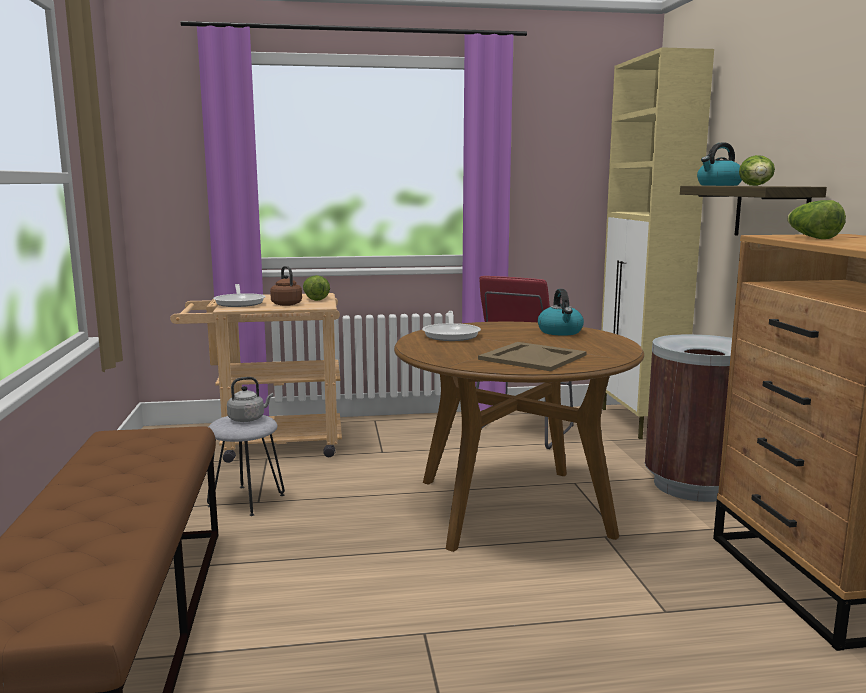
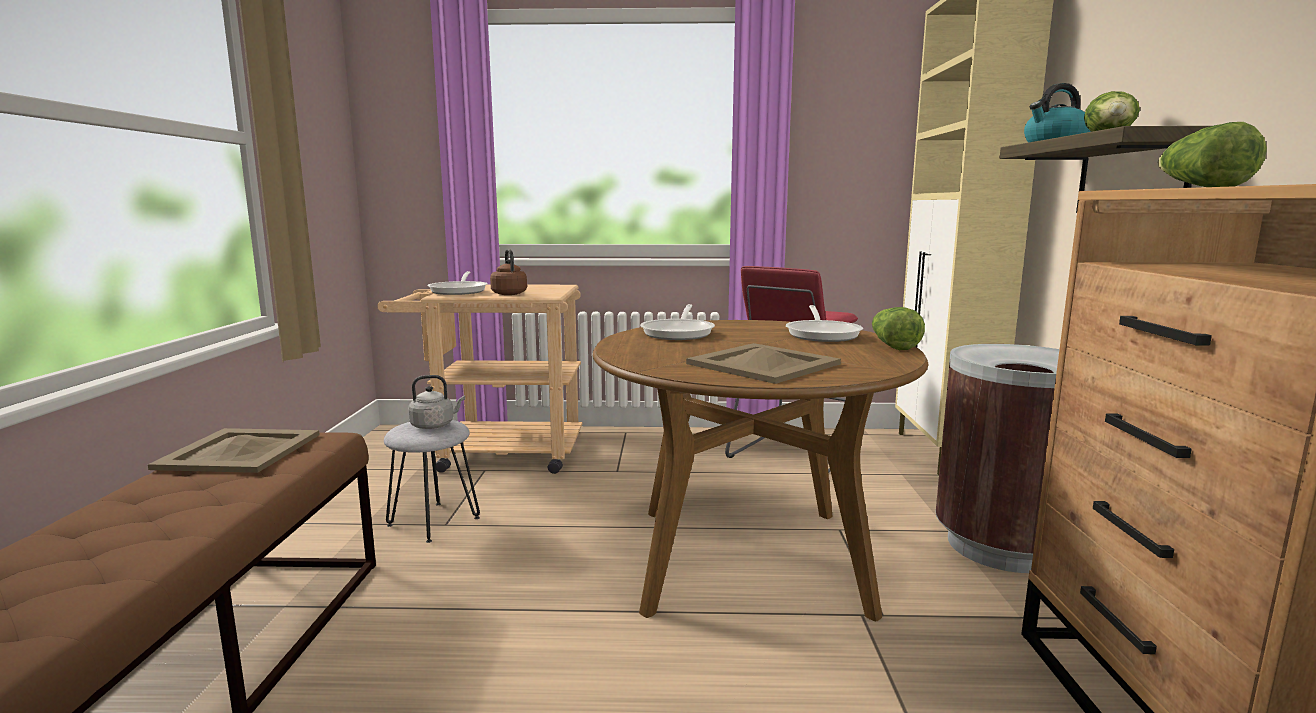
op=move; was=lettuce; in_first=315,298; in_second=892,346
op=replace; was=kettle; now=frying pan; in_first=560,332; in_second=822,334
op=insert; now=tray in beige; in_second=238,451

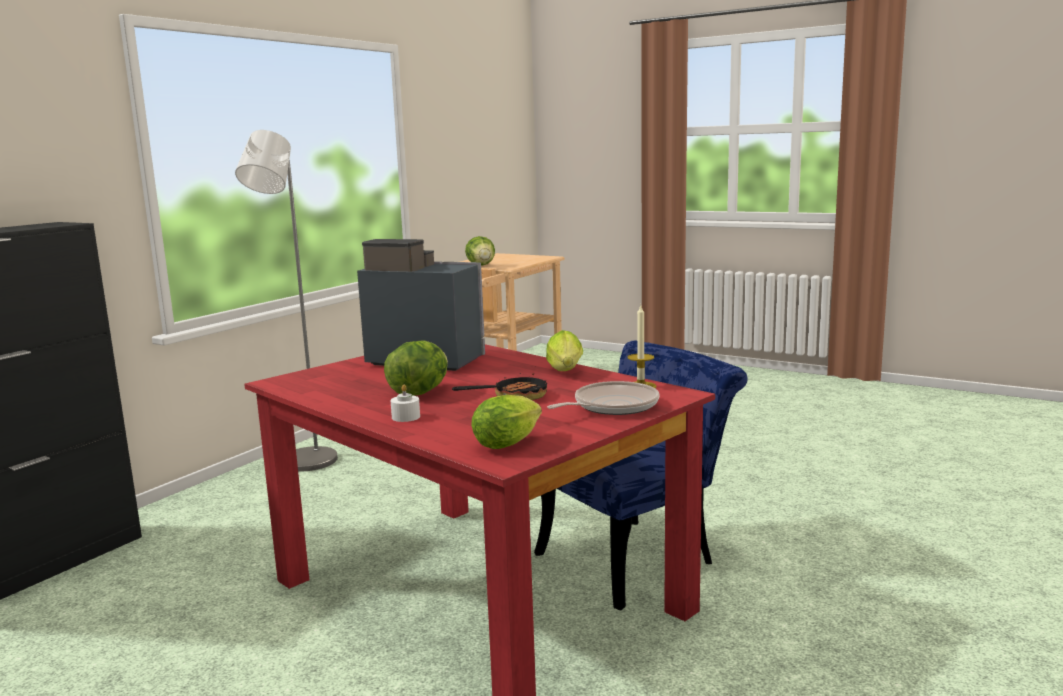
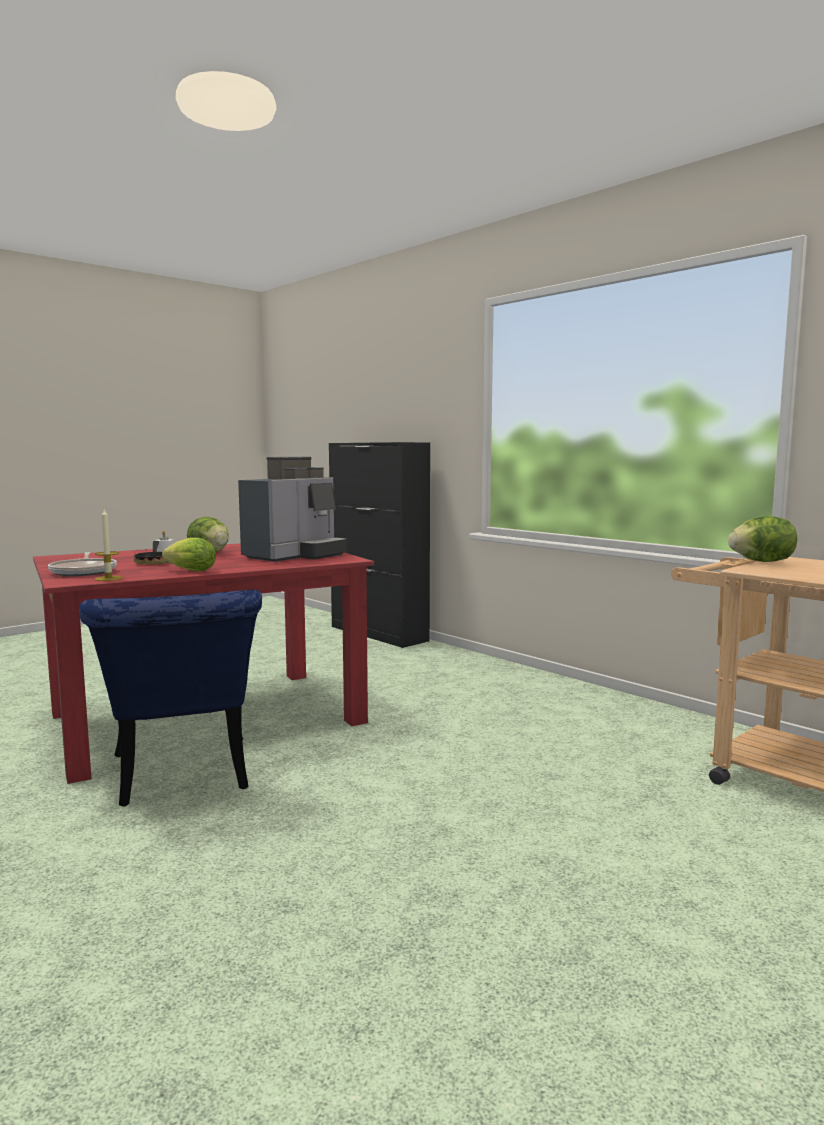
op=delete; was=floor lamp in grey; in_first=303,465
op=delete; was=lettuce; in_first=510,442

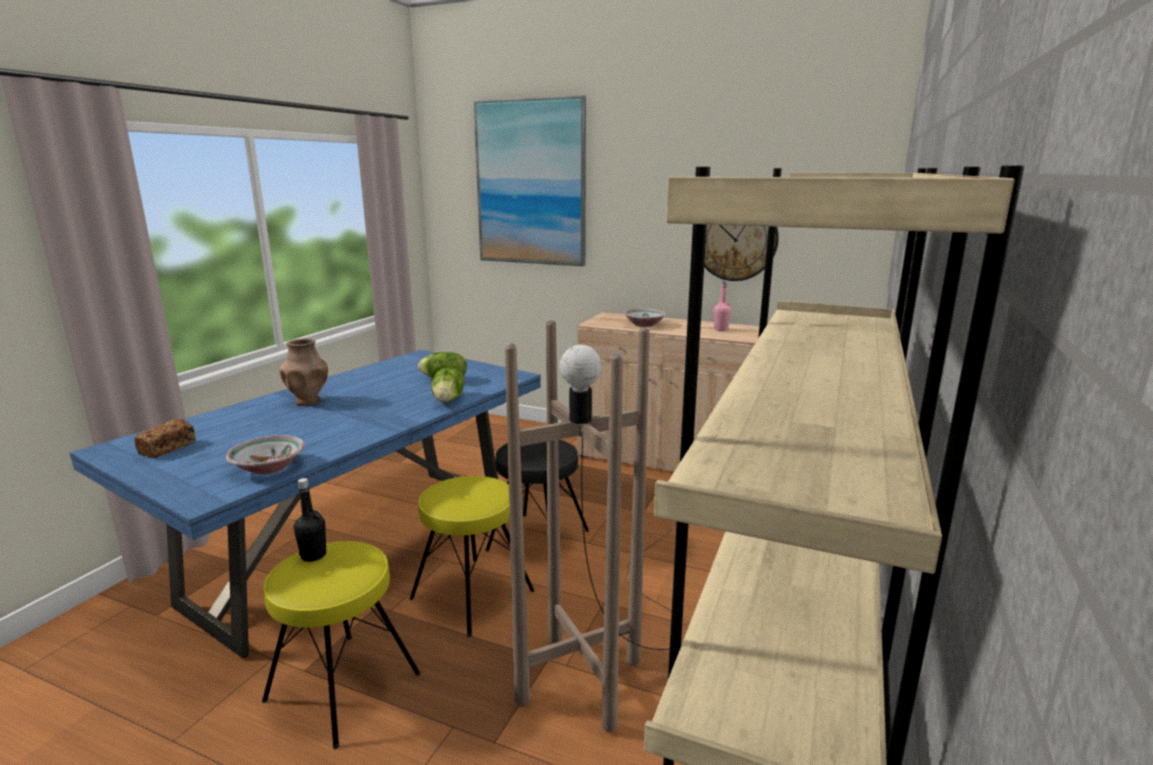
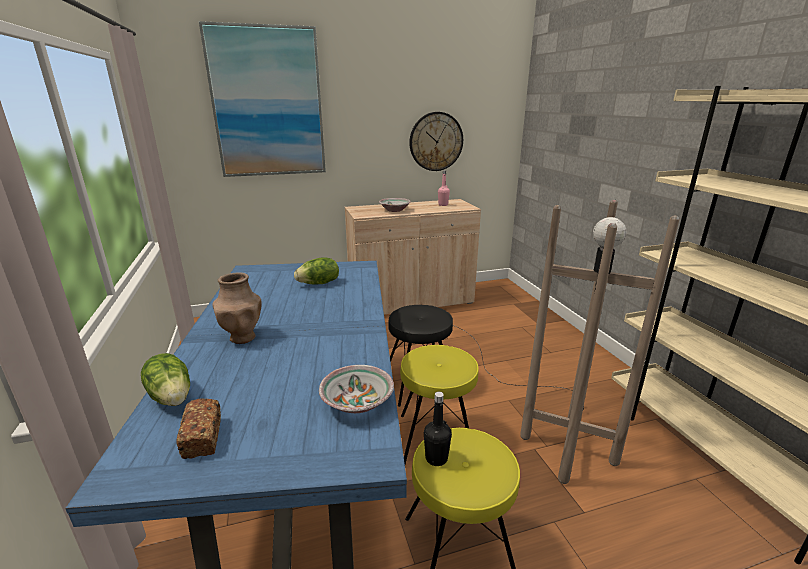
op=move; was=lettuce; in_first=449,400; in_second=172,396

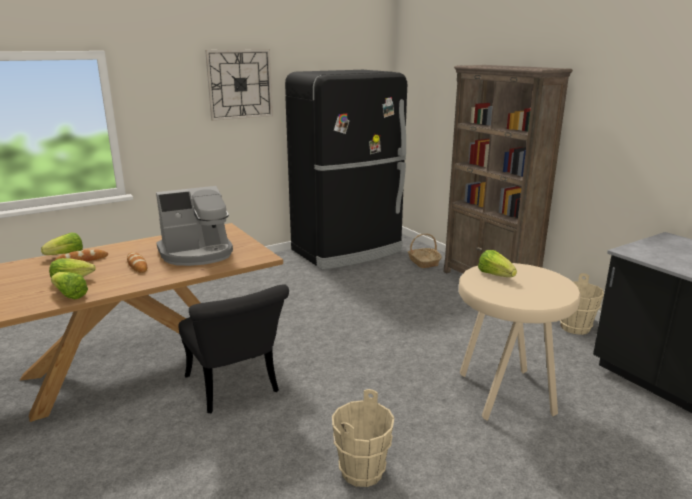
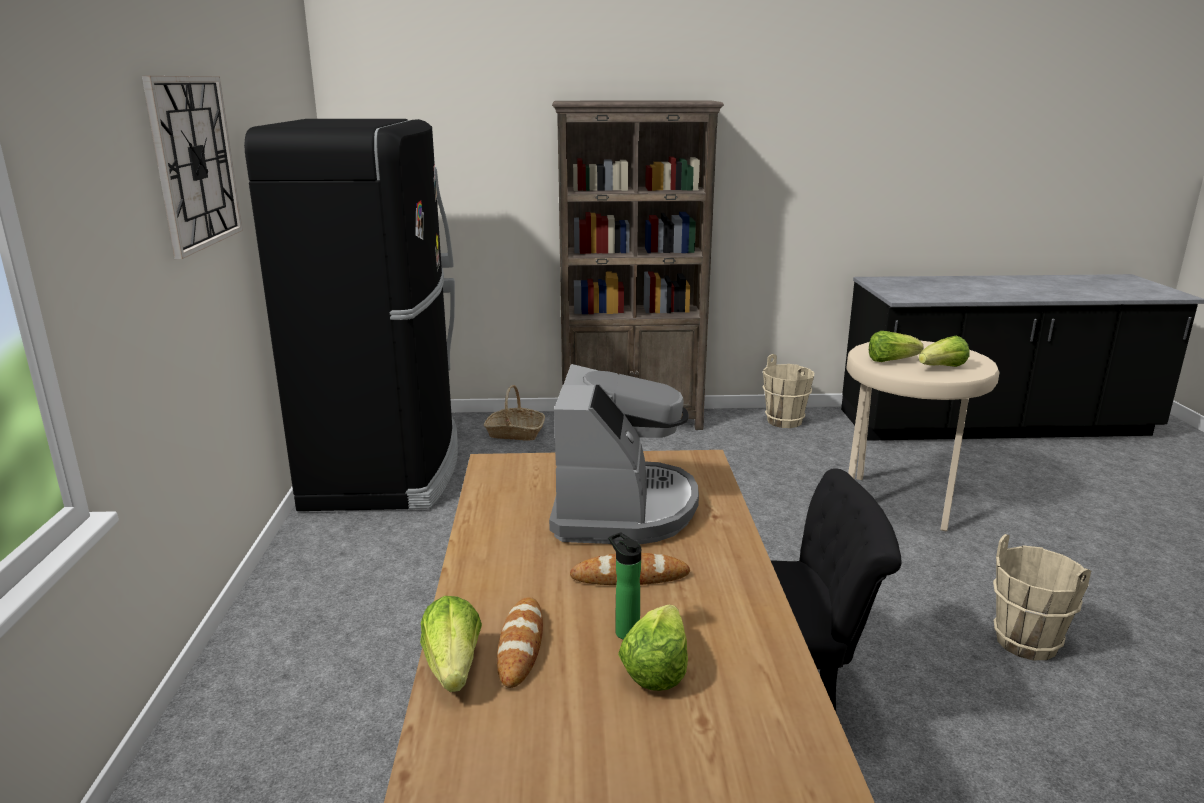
op=move; was=lettuce; in_first=69,295; in_second=943,368
op=insert; now=bottle; in_second=624,631

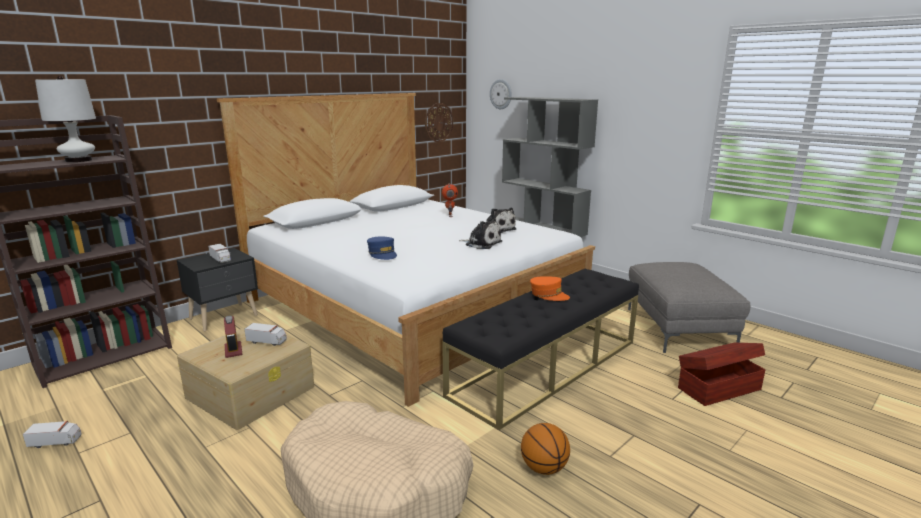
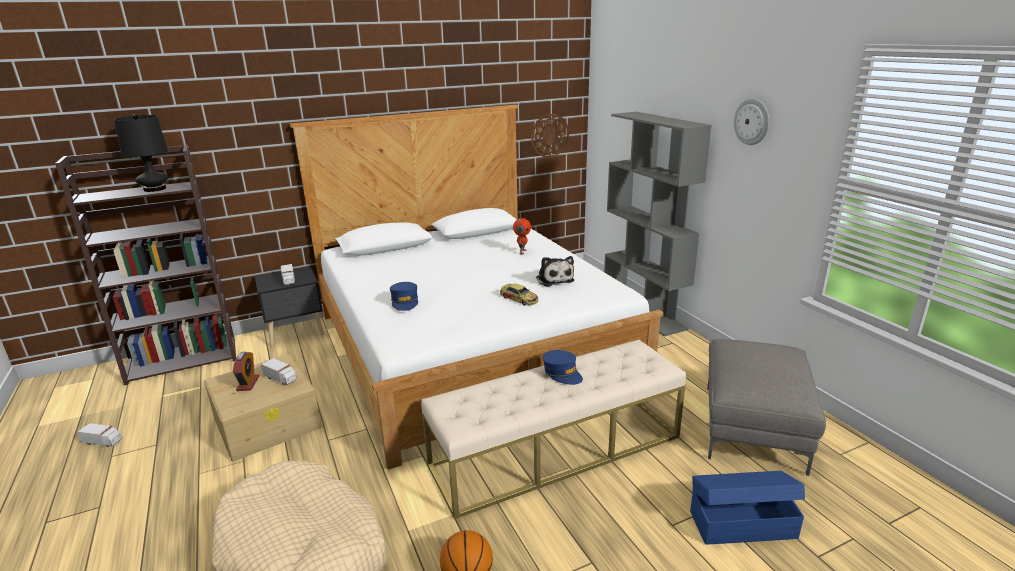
op=recolor; was=table lamp in white; now=table lamp in black; in_first=78,160; in_second=155,189
op=recolor; was=bench in black; now=bench in beige; in_first=546,367; in_second=556,450
op=replace; was=plush toy; now=toy car; in_first=482,243; in_second=519,298
op=move; was=wall clock; in_first=501,94; in_second=752,121
op=recolor; was=cap in orange; now=cap in blue; in_first=549,295; in_second=562,373
op=recolor; was=storage box in brown; now=storage box in blue; in_first=717,388; in_second=741,523

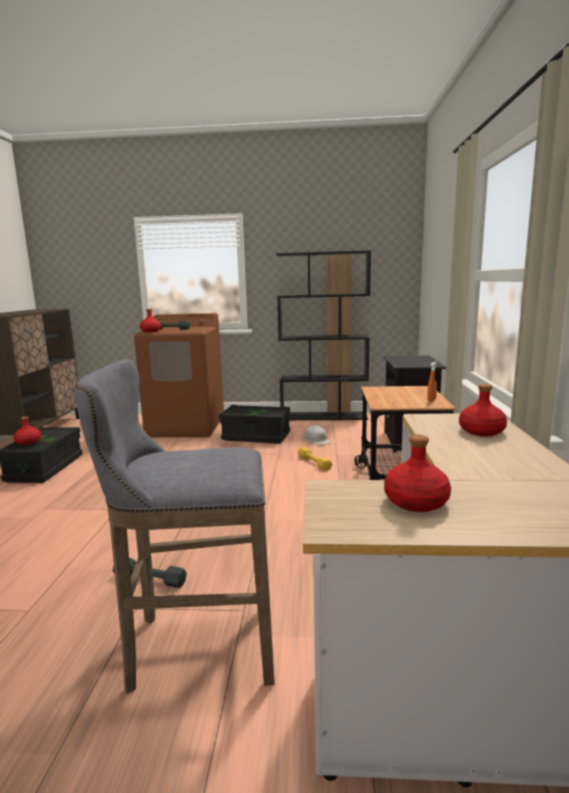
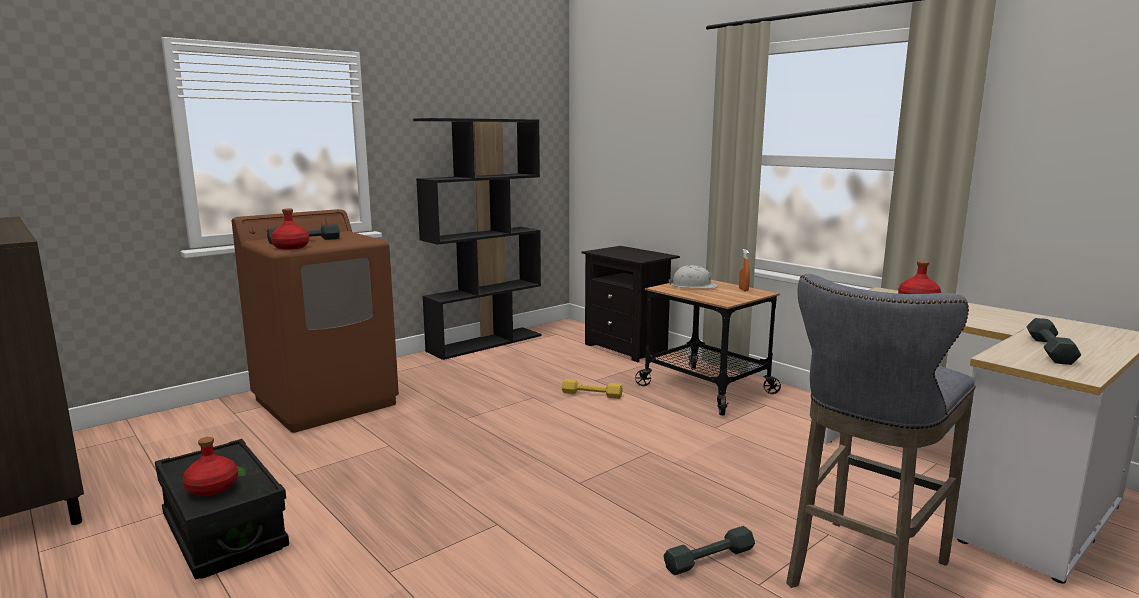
op=delete; was=storage box in black; in_first=256,436
op=move; was=hard hat in white; in_first=316,440; in_second=693,286
op=replace; was=bottle in red; now=dumbbell in grey; in_first=416,501; in_second=1049,349

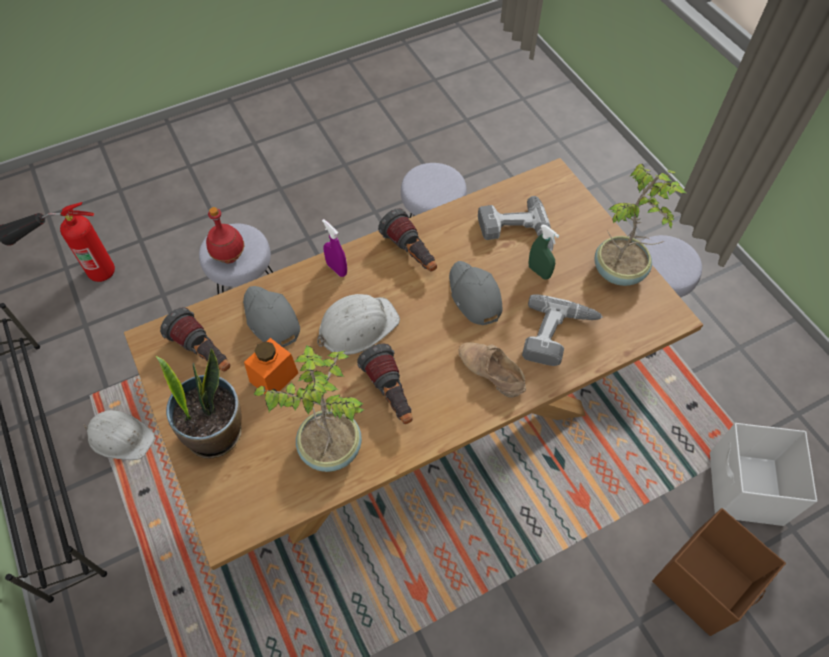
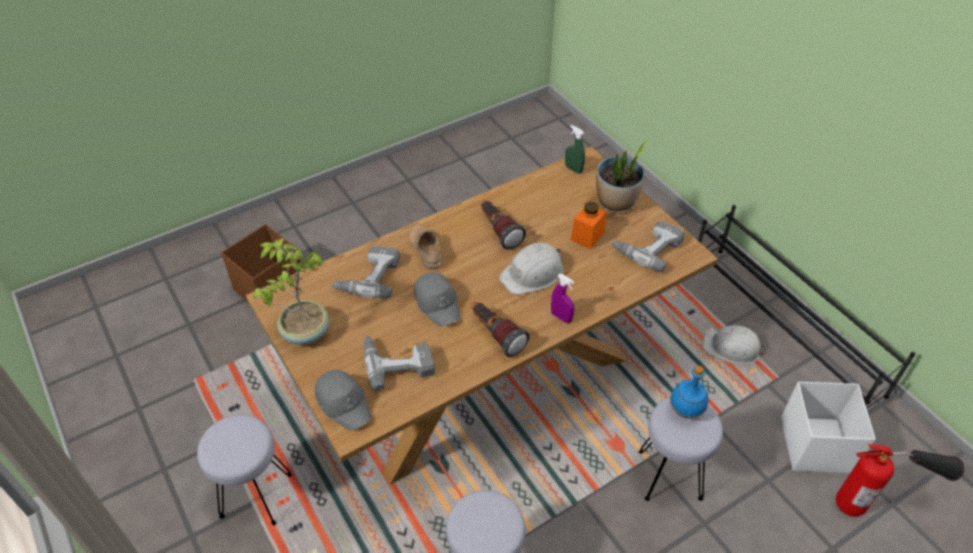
op=replace; was=flashlight; now=power drill; in_first=204,353; in_second=647,248
op=recolor; was=bottle in red; now=bottle in blue; in_first=229,257; in_second=686,412
op=move; was=cap in grey; in_first=270,319; in_second=343,402
op=delete; was=potted plant; in_first=330,446
op=rotate; was=shoe in beige; in_first=490,372; in_second=425,249; clockwise=-150
op=move; was=spray bottle in green; in_first=539,272; in_second=573,169
op=move; was=storage box in white; in_first=744,489; in_second=815,444

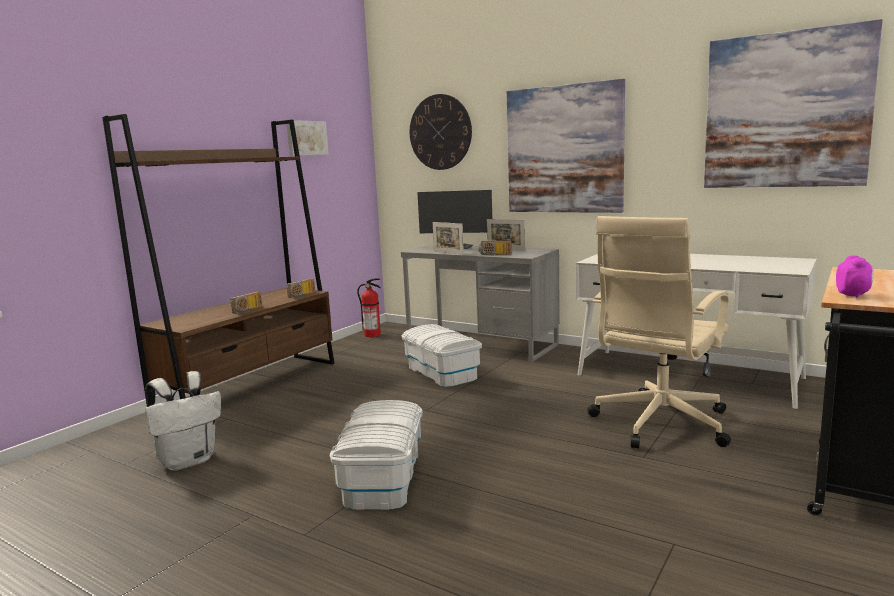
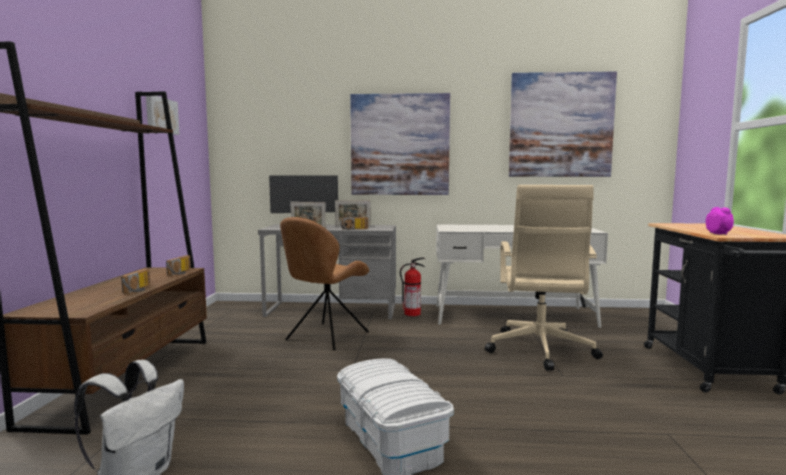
op=move; was=fire extinguisher; in_first=373,335; in_second=413,313
op=replace; was=storage box in white; now=chair in brown; in_first=441,373; in_second=325,337
op=delete; was=wall clock; in_first=440,132

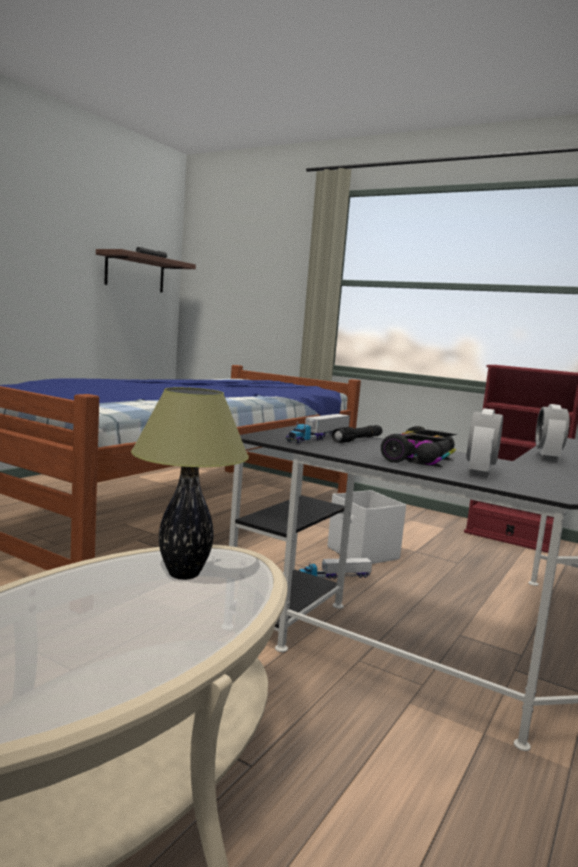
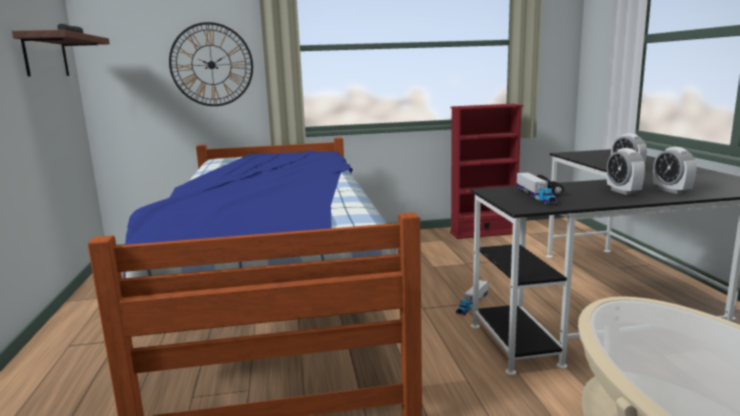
op=delete; was=table lamp; in_first=184,574
op=delete; was=storage box in white; in_first=363,553
op=replace; was=toy car; now=alarm clock; in_first=420,459; in_second=623,192
op=insert; now=wall clock; in_second=211,65

